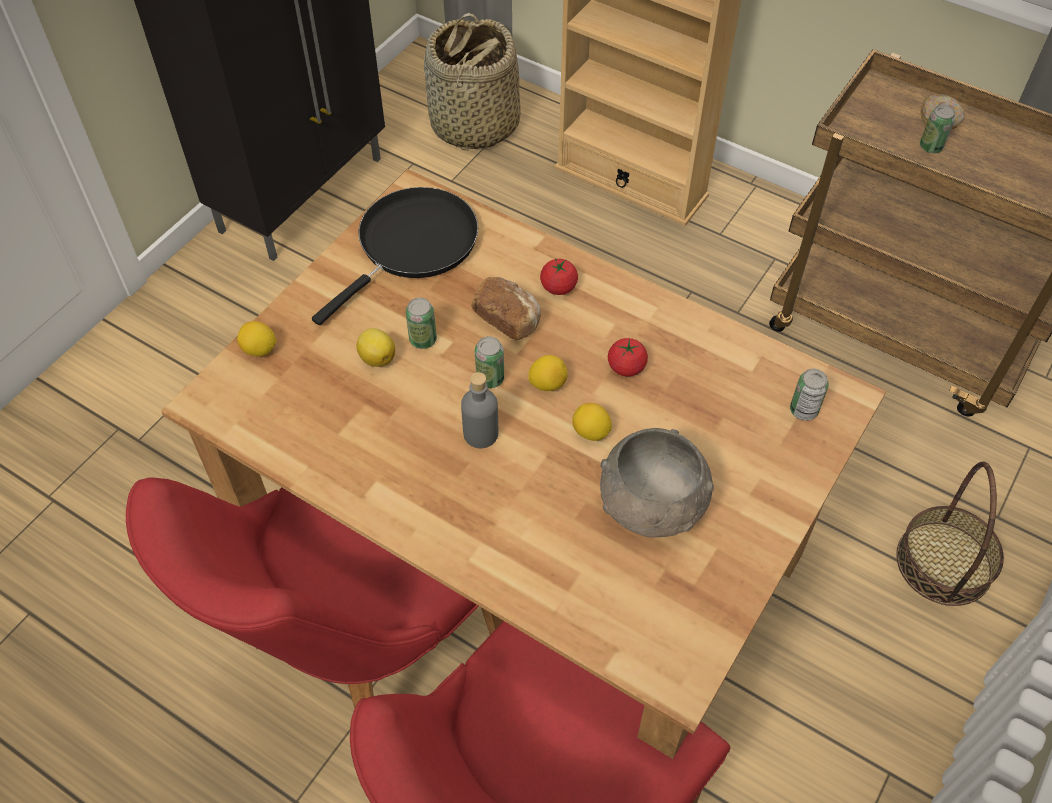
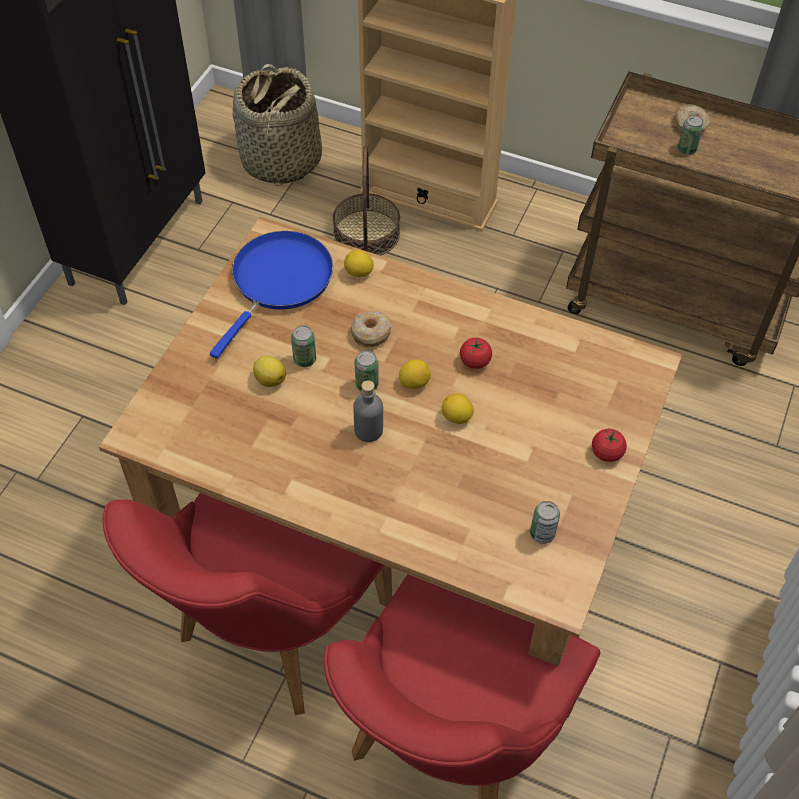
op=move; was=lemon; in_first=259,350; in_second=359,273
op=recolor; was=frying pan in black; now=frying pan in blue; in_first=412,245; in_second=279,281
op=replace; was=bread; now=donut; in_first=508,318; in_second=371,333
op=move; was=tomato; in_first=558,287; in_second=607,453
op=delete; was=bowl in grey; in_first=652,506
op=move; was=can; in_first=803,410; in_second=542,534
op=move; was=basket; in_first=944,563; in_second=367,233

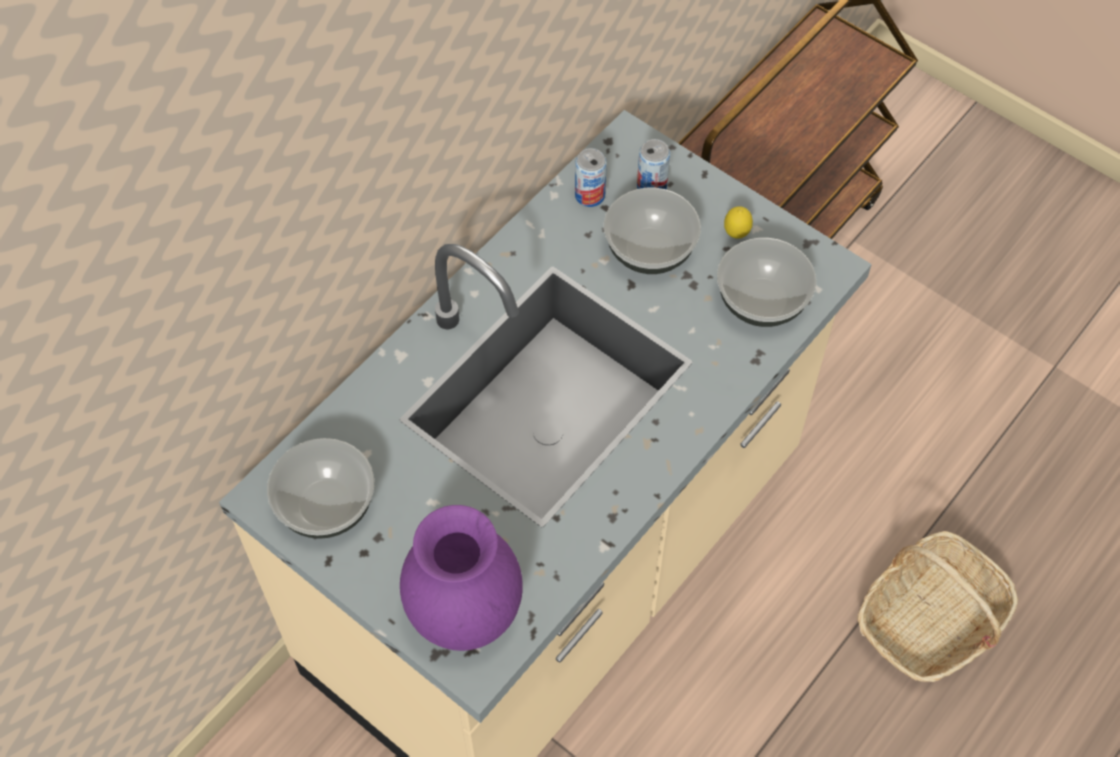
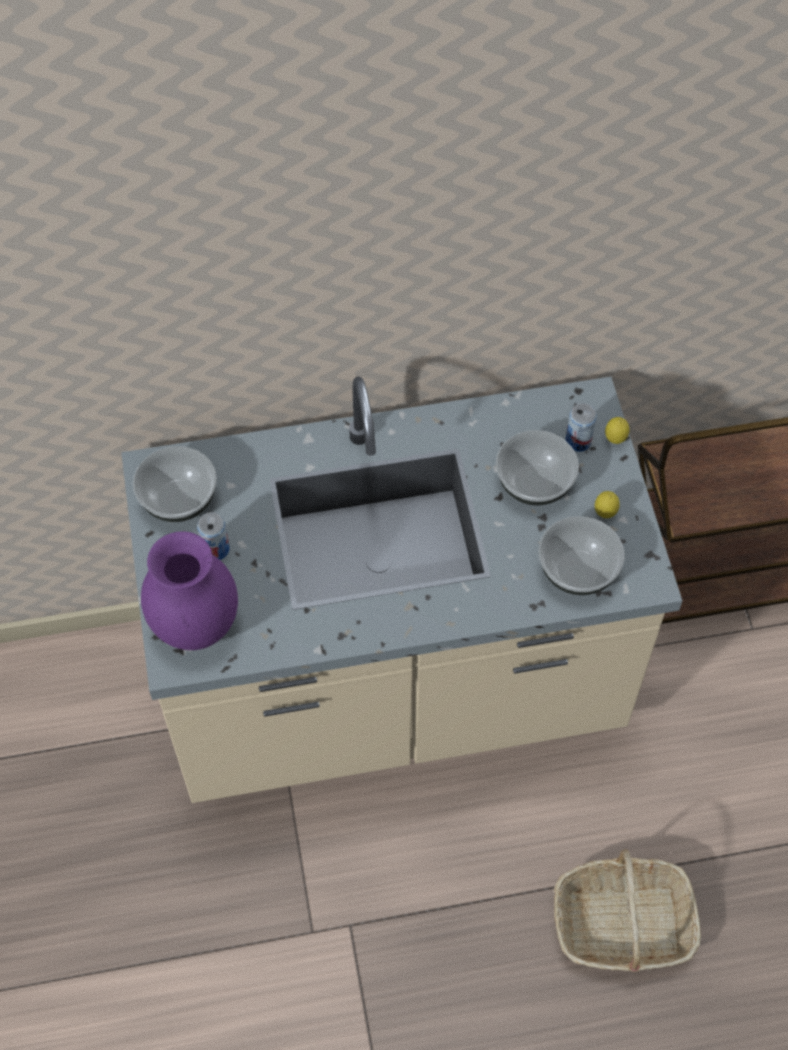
op=move; was=can; in_first=590,195; in_second=216,549
op=insert; now=lemon; in_second=615,440

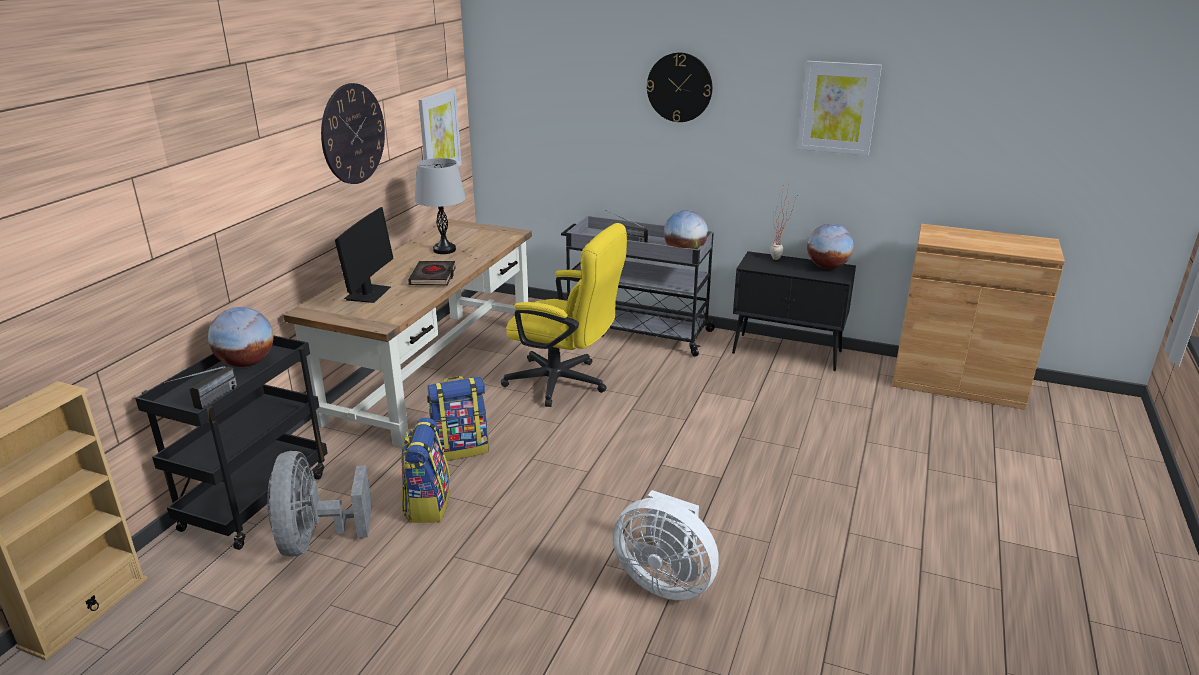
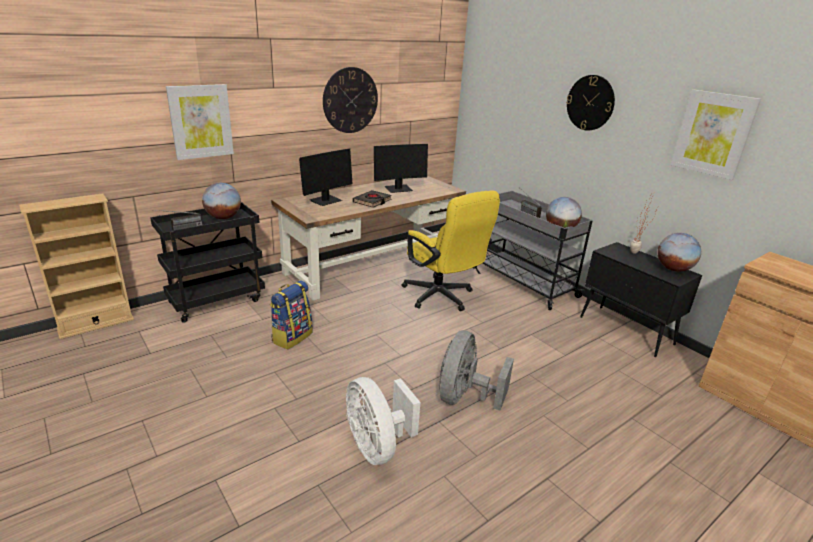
op=move; was=fan in grey; in_first=315,539; in_second=464,397
op=replace; was=table lamp in grey; now=monitor; in_first=444,250; in_second=398,189
op=move; was=picture; in_first=439,133; in_second=201,121
op=delete; was=backpack; in_first=461,448

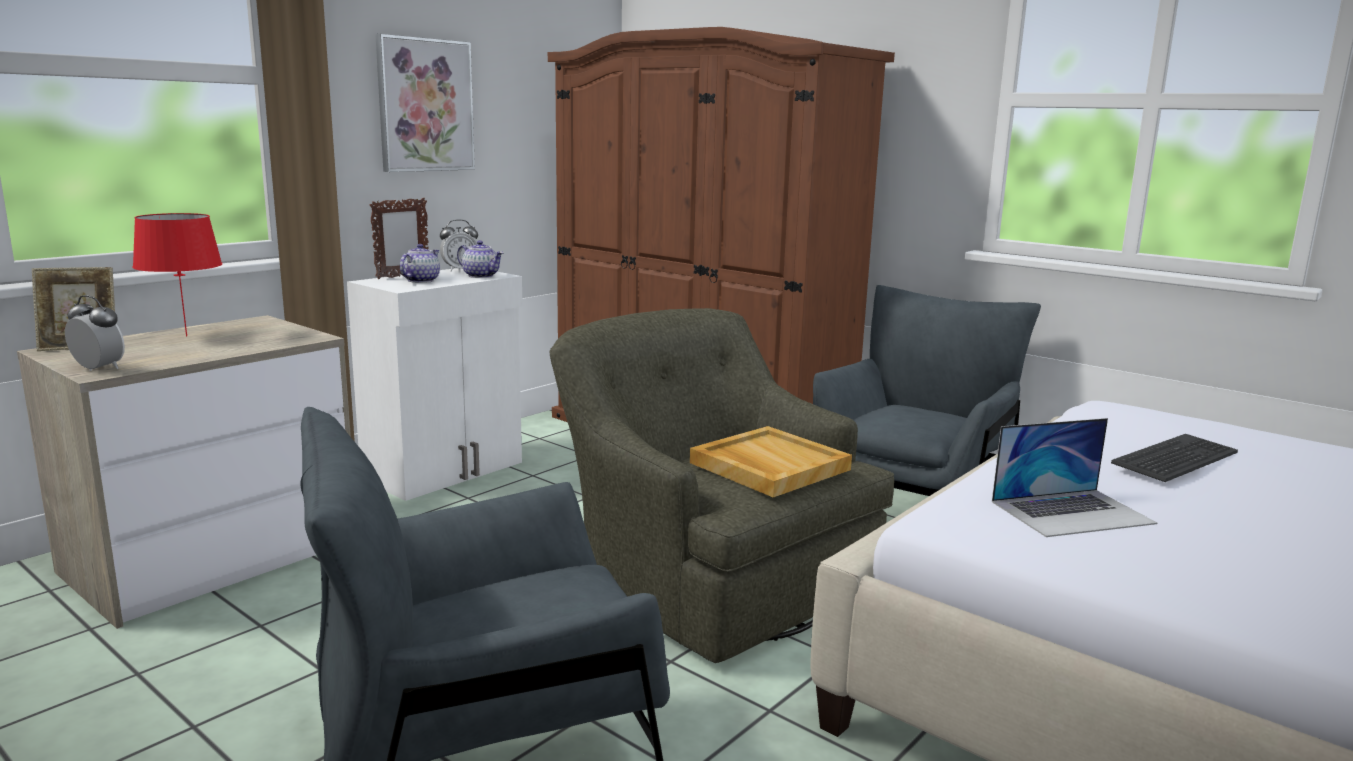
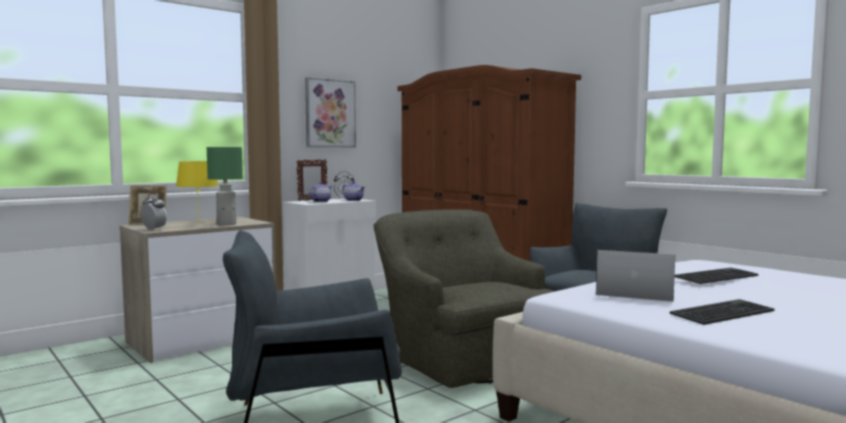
op=recolor; was=table lamp in red; now=table lamp in yellow; in_first=186,336; in_second=198,221
op=delete; was=tray in beige; in_first=768,466
op=rotate; was=laptop; in_first=1072,512; in_second=635,293; clockwise=-150
op=insert; now=table lamp in green; in_second=227,224
op=insert; now=keyboard; in_second=723,313

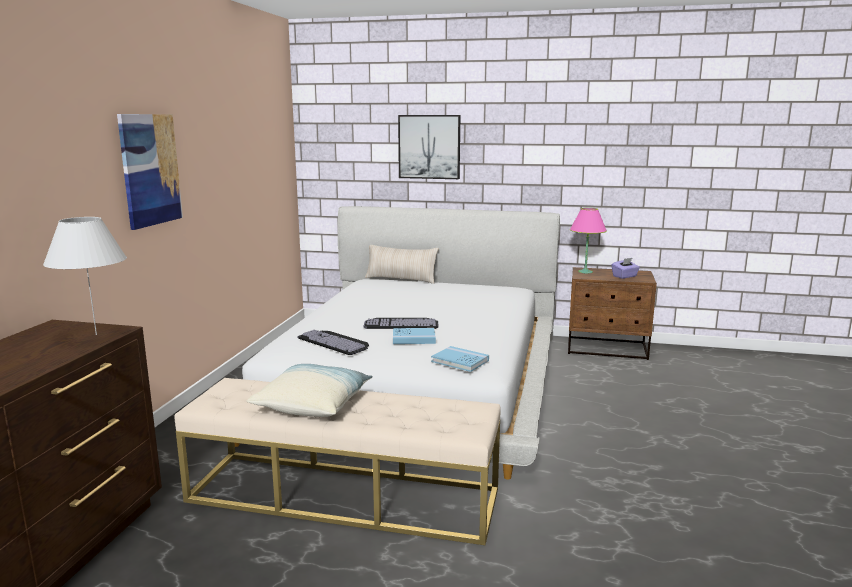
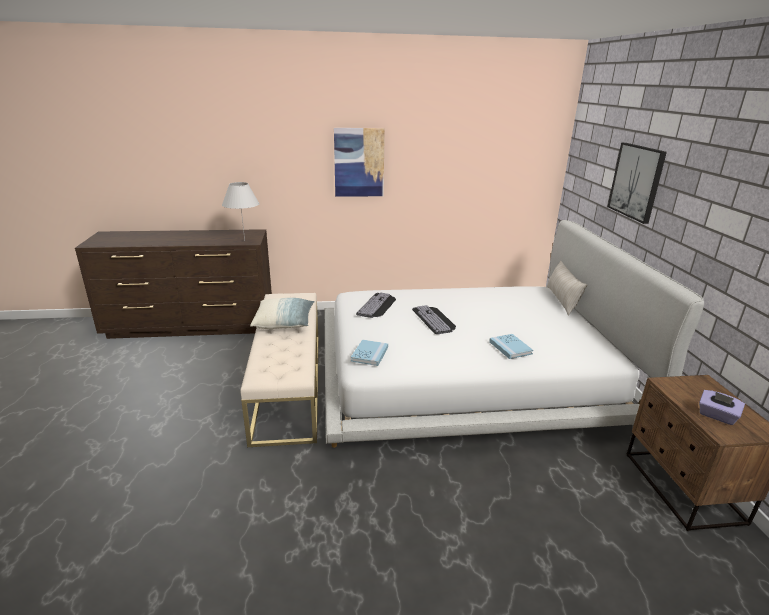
op=move; was=book in blue; in_first=414,338; in_second=510,348
op=delete; was=table lamp in pink; in_first=585,272

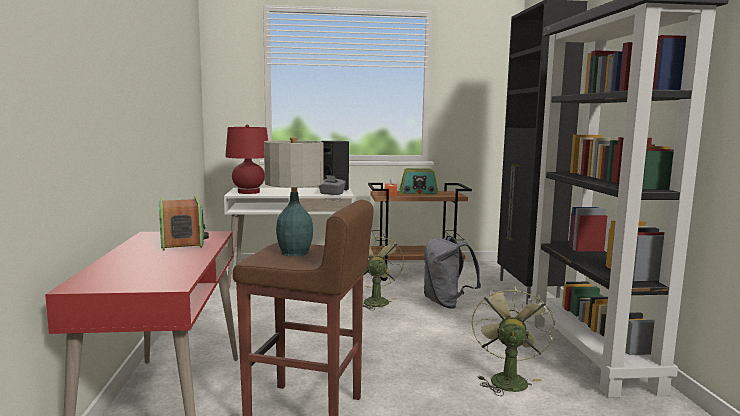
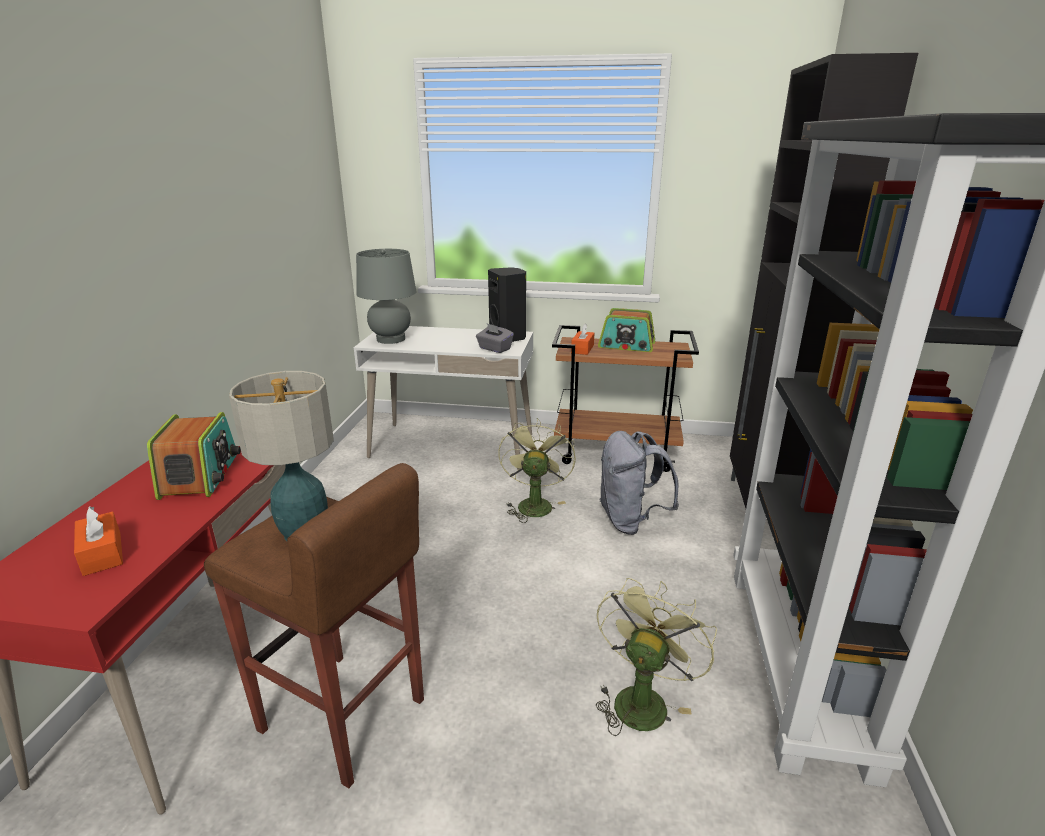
op=recolor; was=table lamp in red; now=table lamp in grey; in_first=248,192; in_second=391,339
op=insert; now=tissue box in orange; in_second=102,553

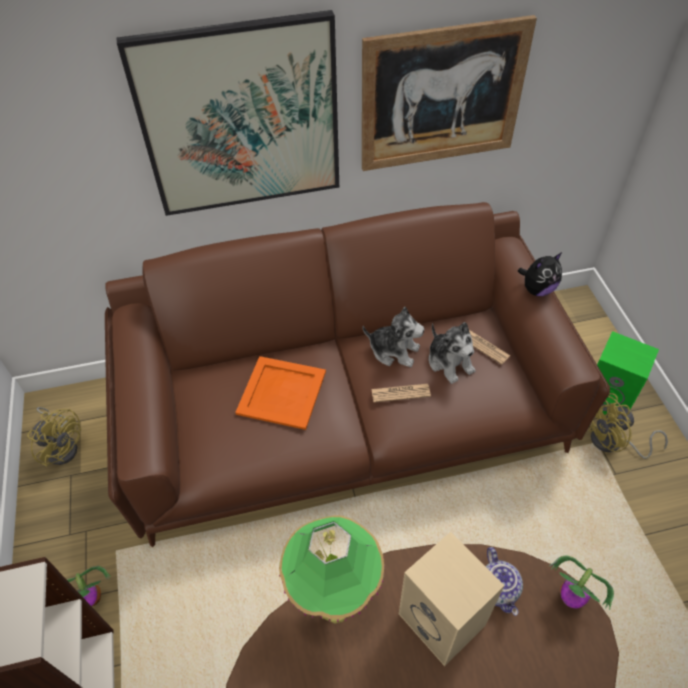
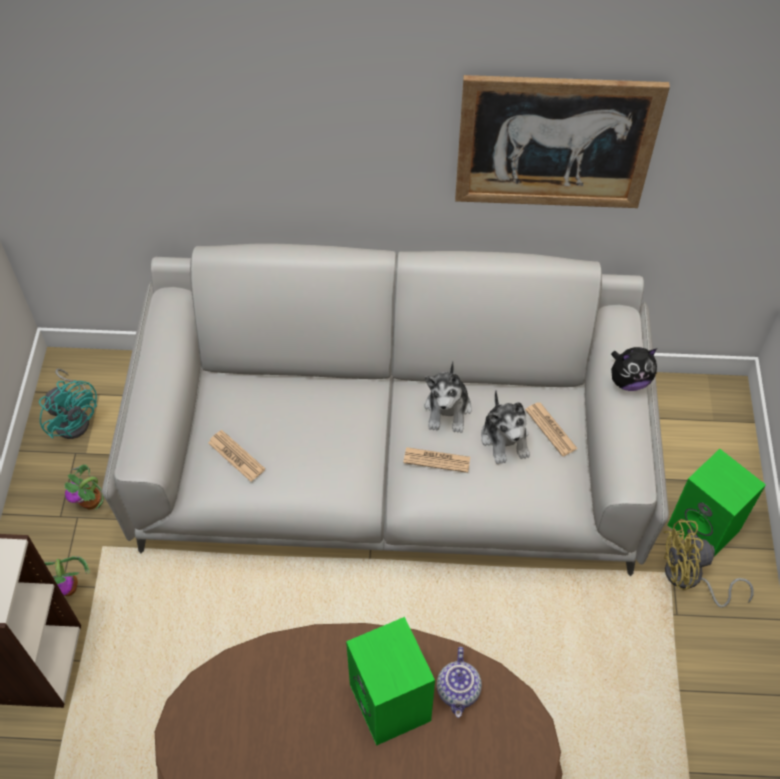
op=recolor; was=fan in yellow; now=fan in turquoise; in_first=63,446; in_second=74,418
op=recolor; was=sofa in brown; now=sofa in grey; in_first=347,416; in_second=392,465
op=delete; was=picture; in_first=240,118
op=delete; was=tray in orange; in_first=282,392
op=delete; was=table lamp; in_first=334,604
op=rotate; was=plush toy; in_first=394,351; in_second=448,409; clockwise=60
op=recolor; was=speaker in beige; now=speaker in green; in_first=444,620; in_second=392,704
op=move; was=potted plant; in_first=572,598; in_second=91,502
op=insert; now=newspaper; in_second=236,456

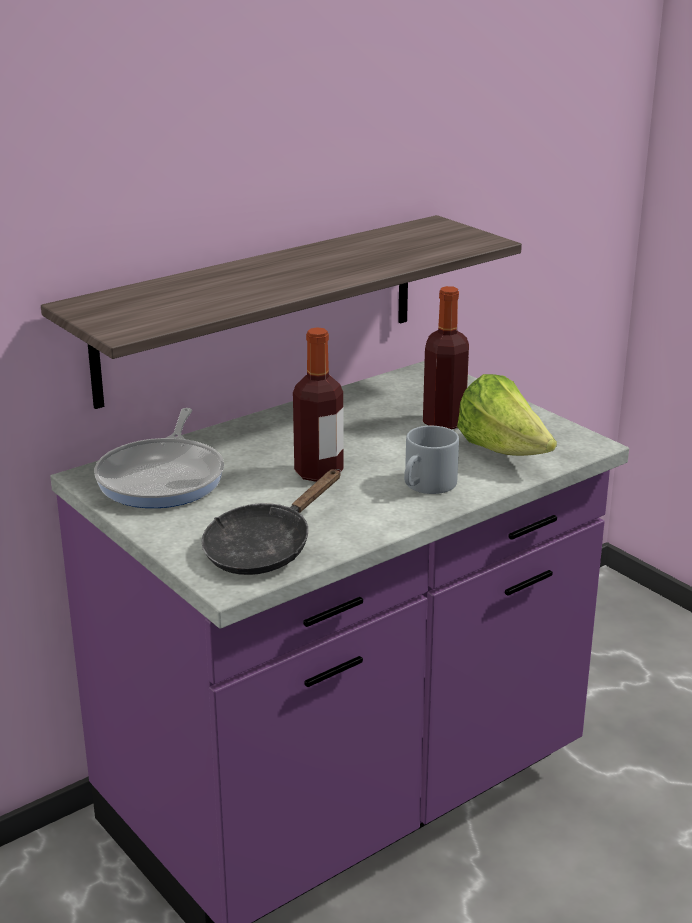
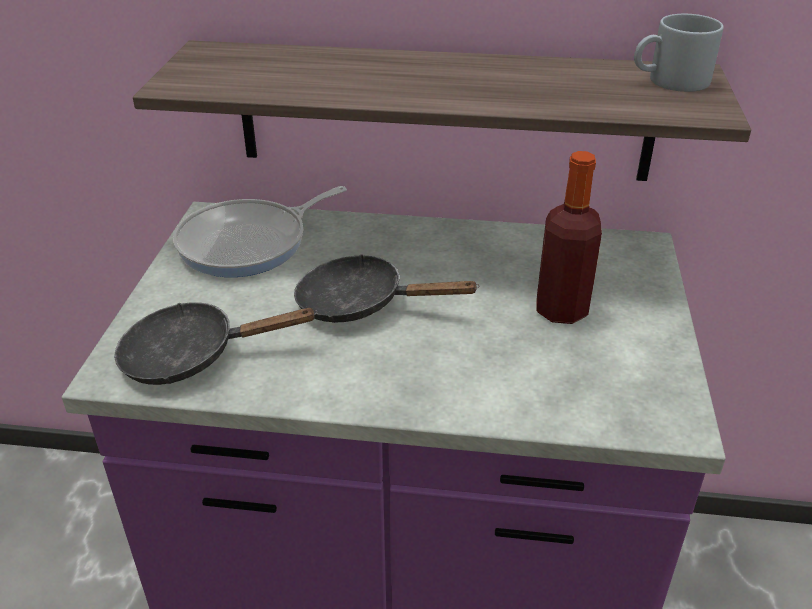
op=replace; was=bottle; now=frying pan in black; in_first=319,473; in_second=361,304
op=move; was=mug in grey; in_first=426,486; in_second=670,81
op=delete; was=lettuce; in_first=503,451

